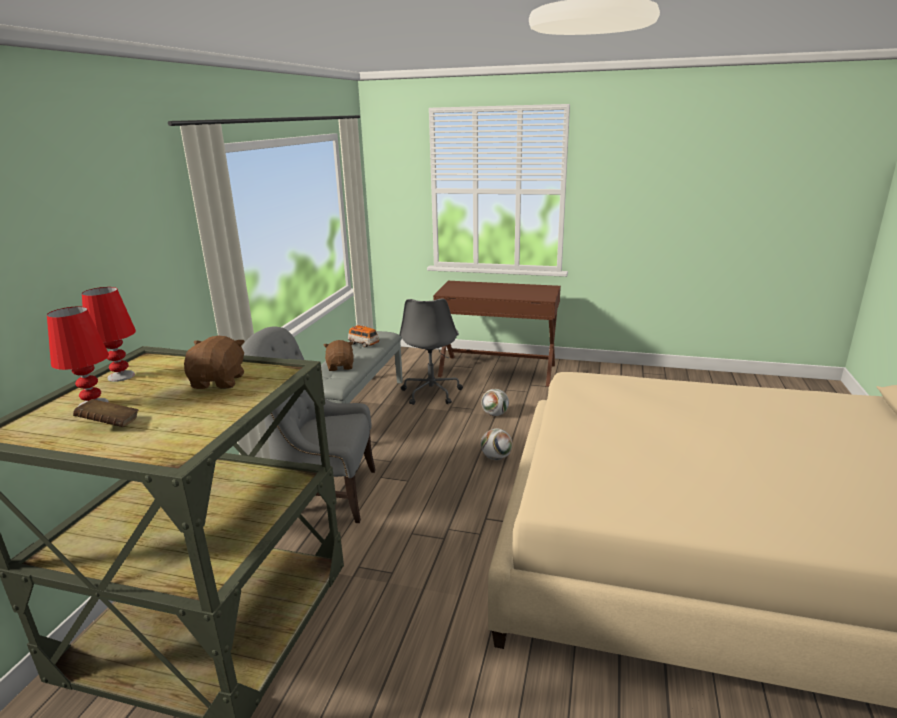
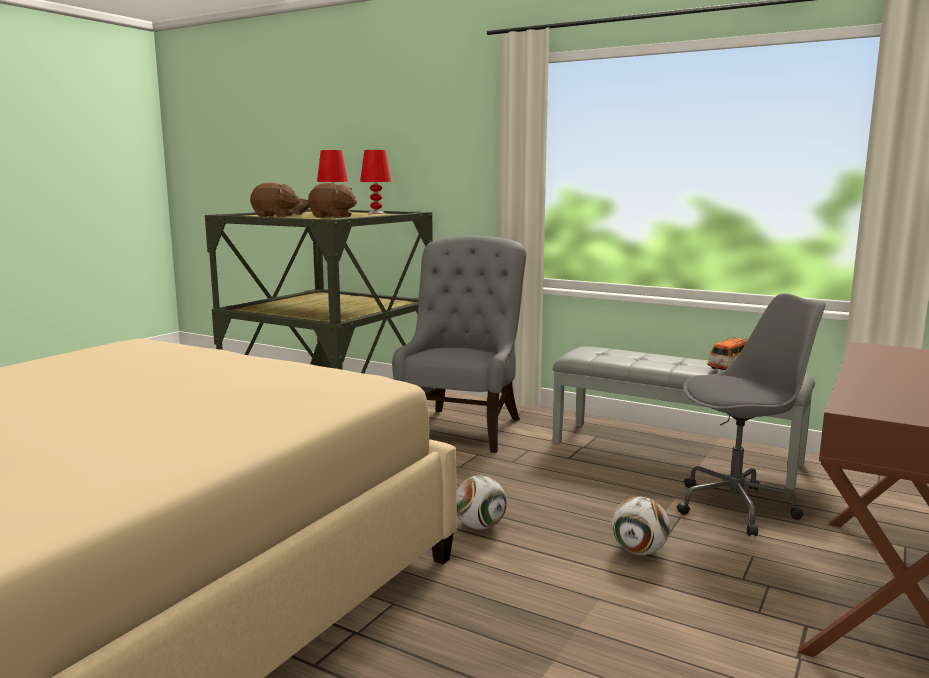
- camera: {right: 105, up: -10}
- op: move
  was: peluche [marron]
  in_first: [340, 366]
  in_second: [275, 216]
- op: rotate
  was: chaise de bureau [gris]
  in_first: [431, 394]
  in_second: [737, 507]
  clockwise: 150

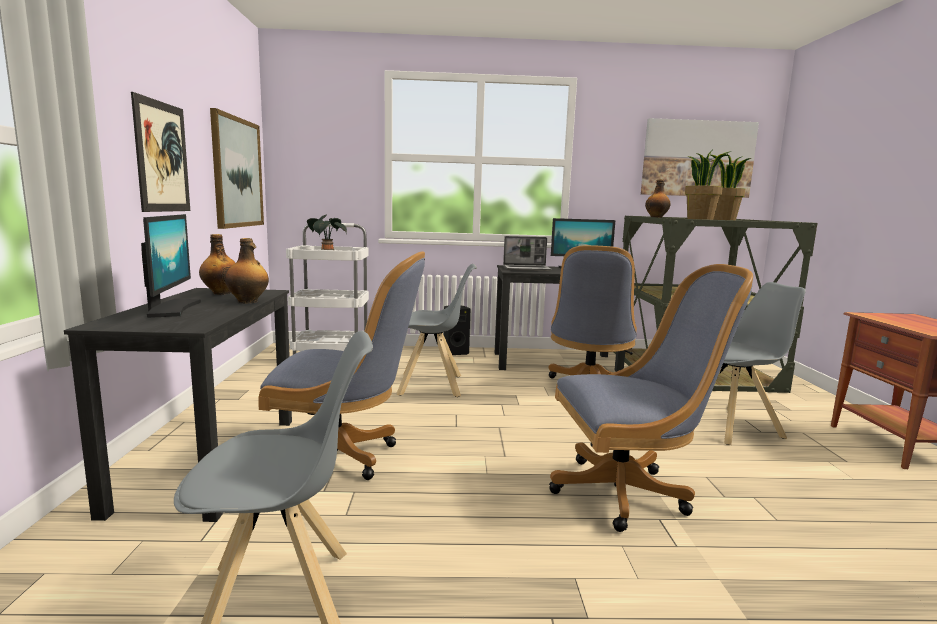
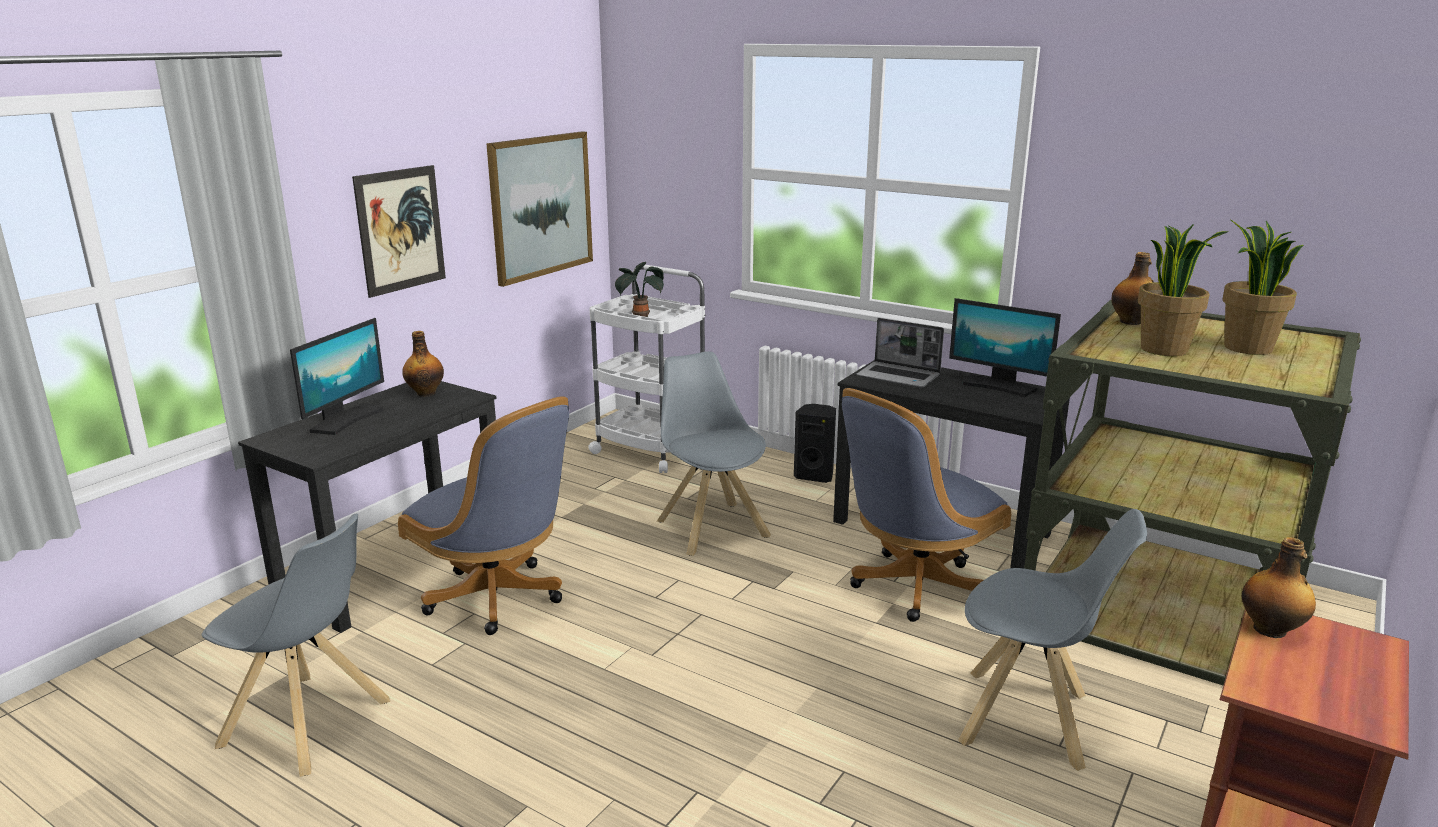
- camera: {right: 35, up: 10}
- op: delete
  was: chaise de bureau [bleu]
  in_first: [630, 492]
- op: delete
  was: tableau
  in_first: [697, 159]
- op: move
  was: bouteille
  in_first: [248, 301]
  in_second: [1271, 630]
- op: rotate
  was: chaise [gris]
  in_first: [433, 385]
  in_second: [711, 526]
  clockwise: -150

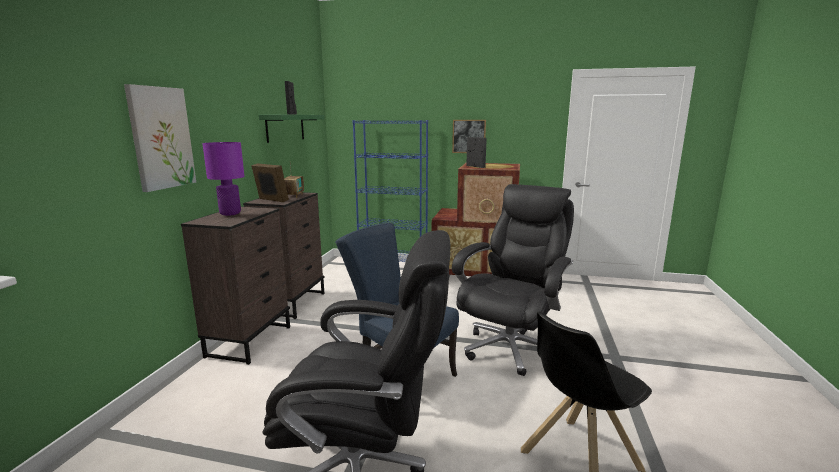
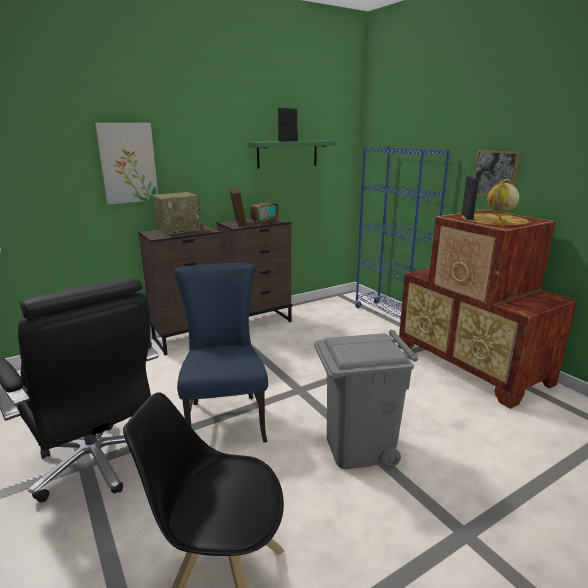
- camera: {right: 45, up: 5}
- op: insert
  now: globe
  in_second: [499, 223]
- op: replace
  was: lampe de table [violet]
  now: radio
  in_first: [230, 214]
  in_second: [179, 230]
- op: replace
  was: chaise de bureau [noir]
  now: poubelle [gris]
  in_first: [510, 347]
  in_second: [358, 448]

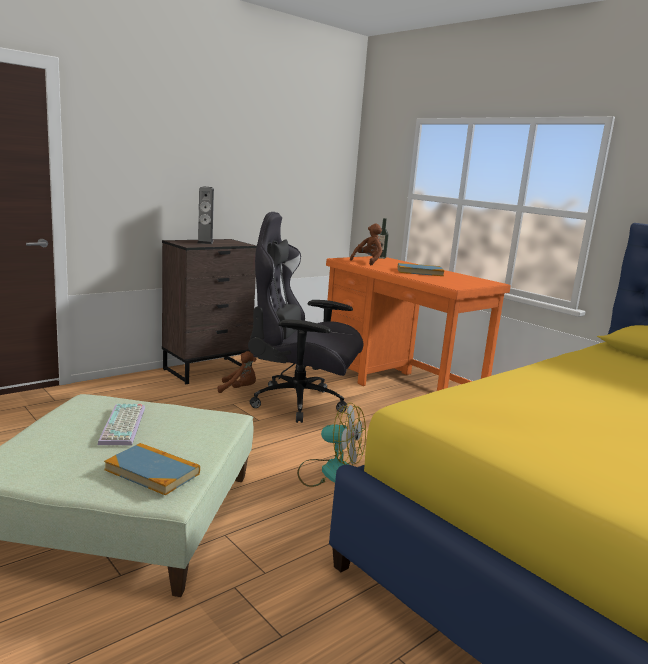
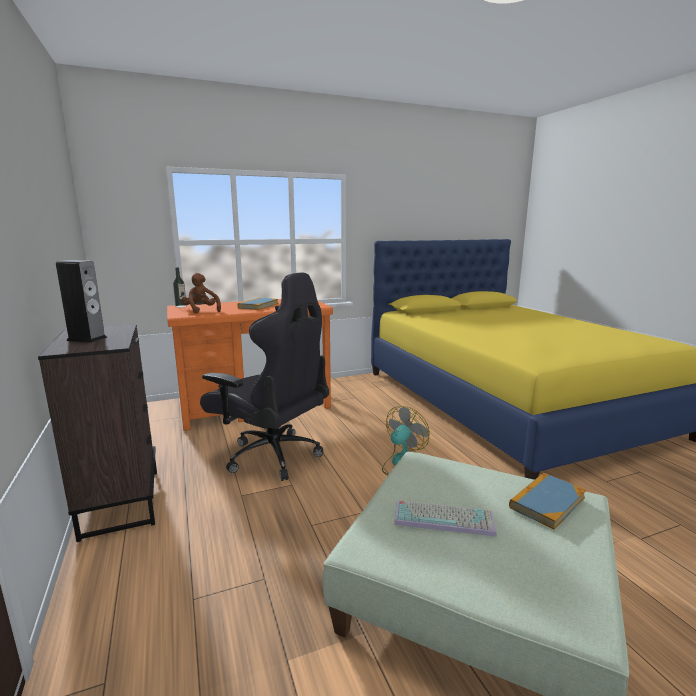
- camera: {right: -70, up: 0}
- op: delete
  was: peluche [marron]
  in_first: [239, 389]
- op: rotate
  was: chaise de bureau [noir]
  in_first: [304, 404]
  in_second: [269, 455]
  clockwise: -90

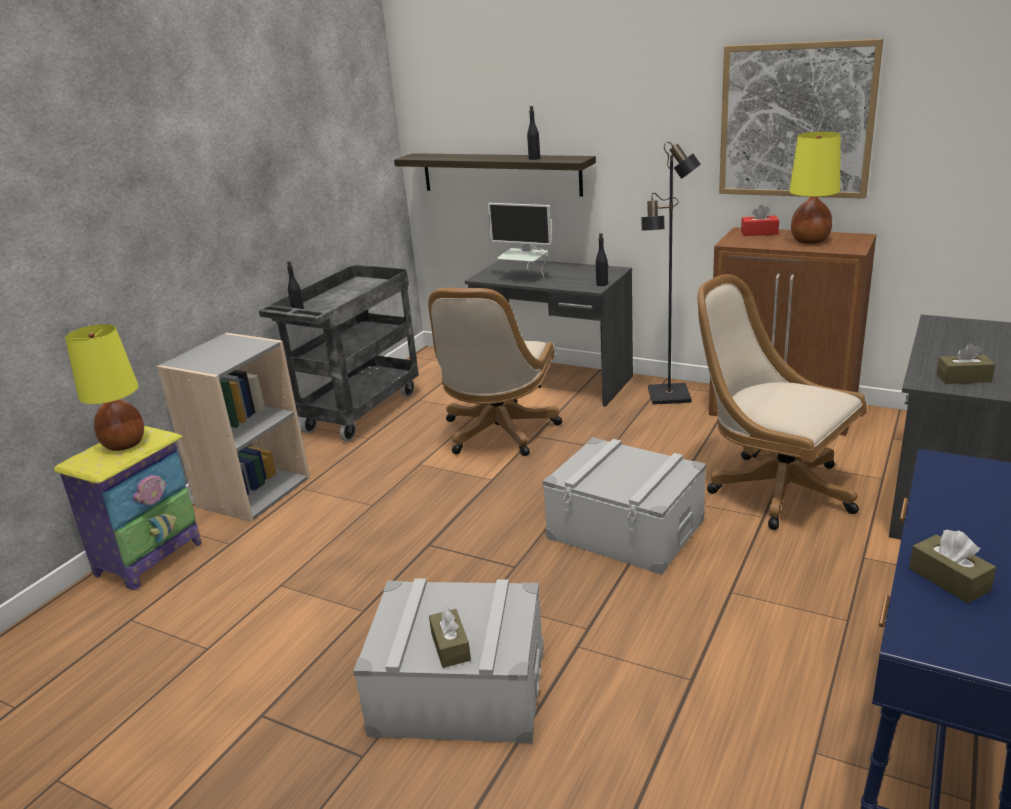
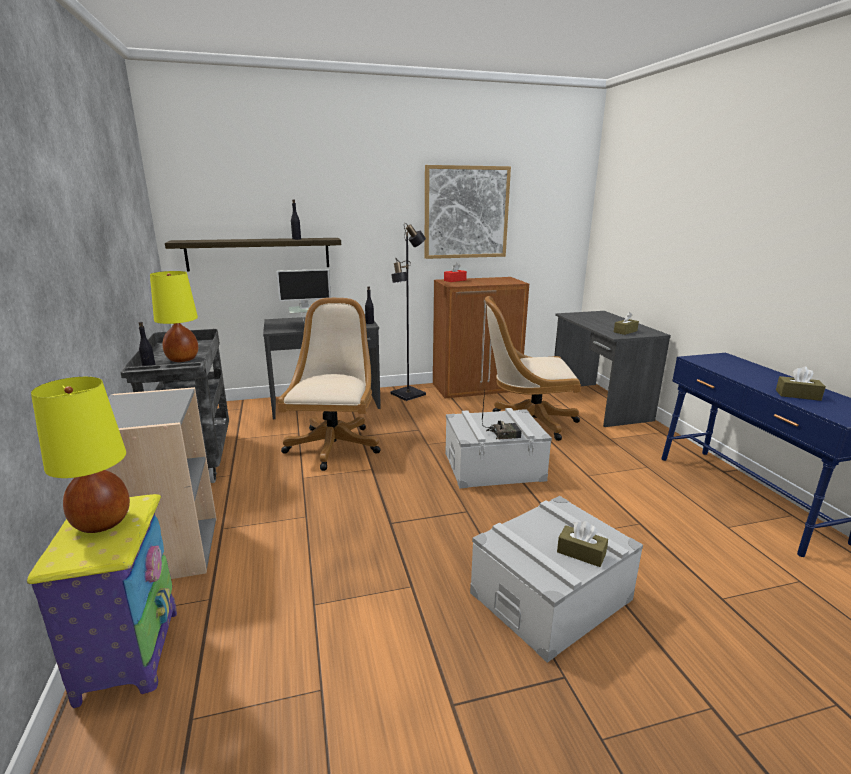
- camera: {right: -45, up: -5}
- op: insert
  now: radio
  in_second: [503, 434]
- op: move
  was: lampe de table [jaune]
  in_first: [809, 241]
  in_second: [182, 359]
- op: rotate
  was: chaise de bureau
  in_first: [498, 435]
  in_second: [334, 443]
  clockwise: -150

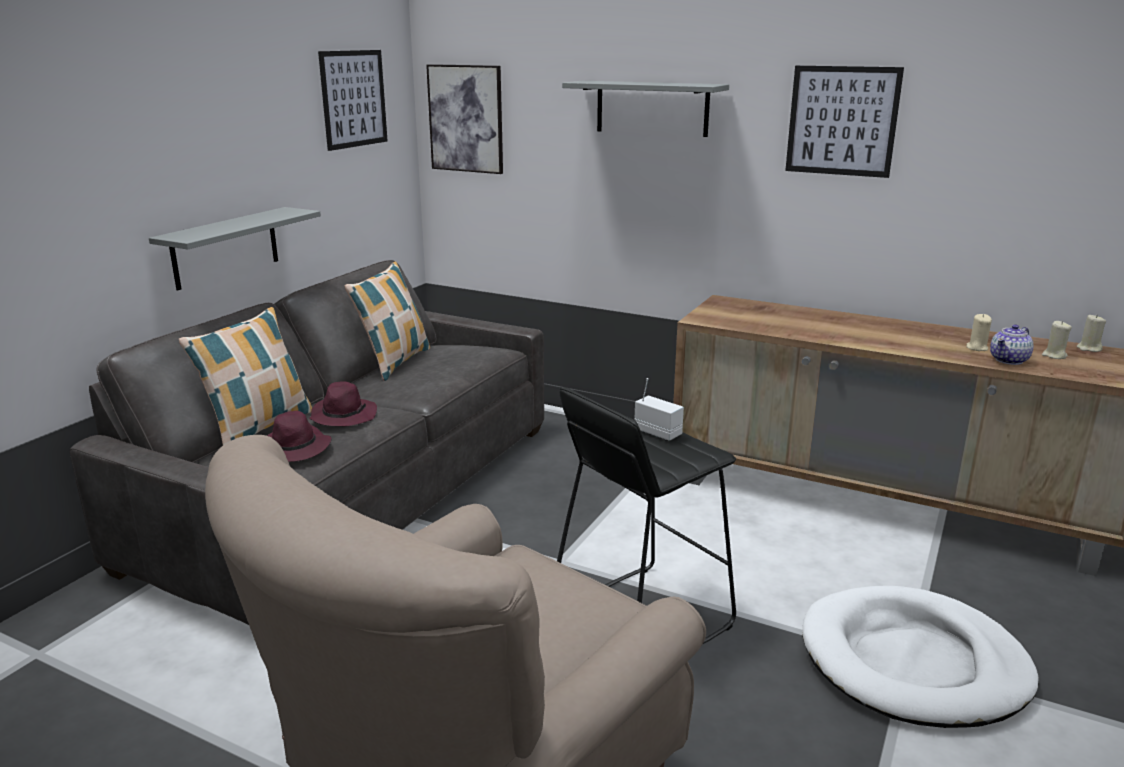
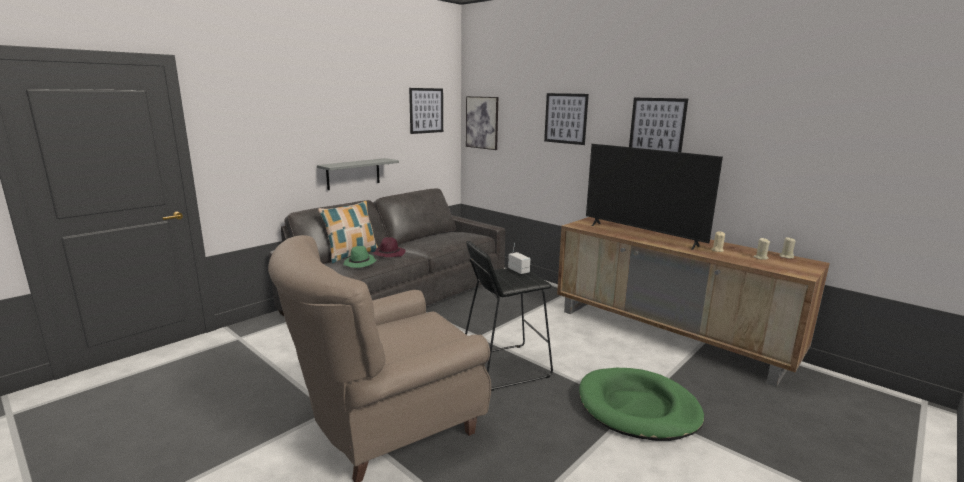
- camera: {right: 15, up: -5}
- op: delete
  was: coussin
  in_first: [394, 362]
- op: delete
  was: théière
  in_first: [1009, 360]
- op: insert
  now: téléviseur
  in_second: [642, 235]
- op: replace
  was: étagère [gris]
  now: tableau
  in_first: [652, 108]
  in_second: [565, 118]
- op: recolor
  was: chapeau [violet]
  now: chapeau [vert]
  in_first: [295, 449]
  in_second: [360, 263]
- op: recolor
  was: panier pour chien [blanc]
  now: panier pour chien [vert]
  in_first: [913, 663]
  in_second: [638, 408]

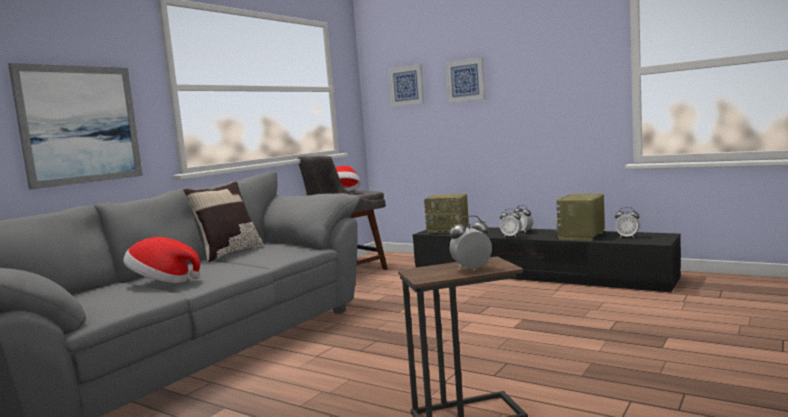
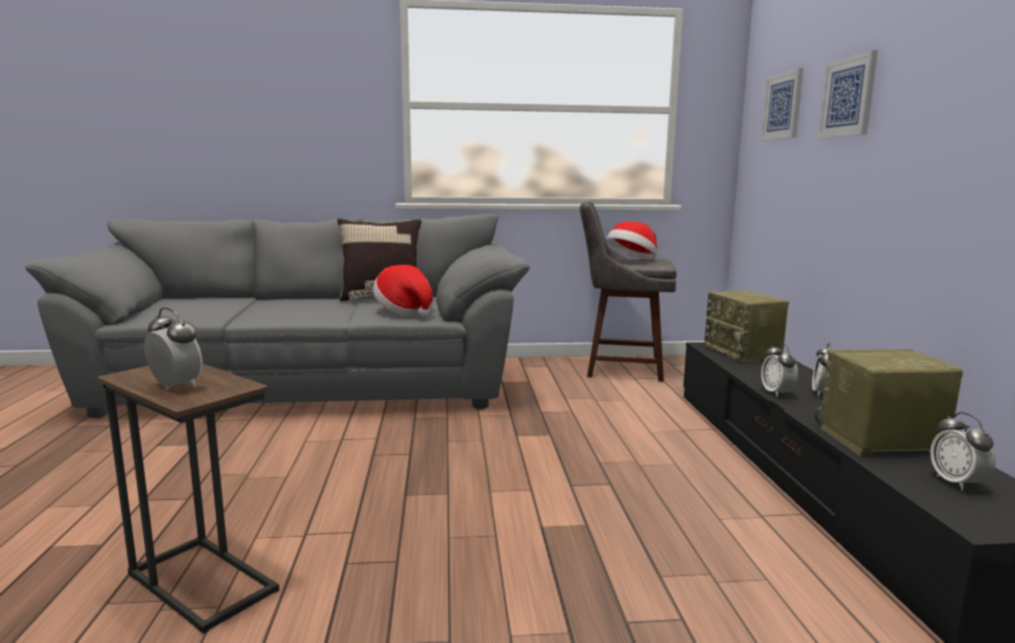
- camera: {right: 50, up: 5}
- op: delete
  was: tableau
  in_first: [80, 124]
- op: move
  was: chapeau
  in_first: [162, 282]
  in_second: [404, 312]

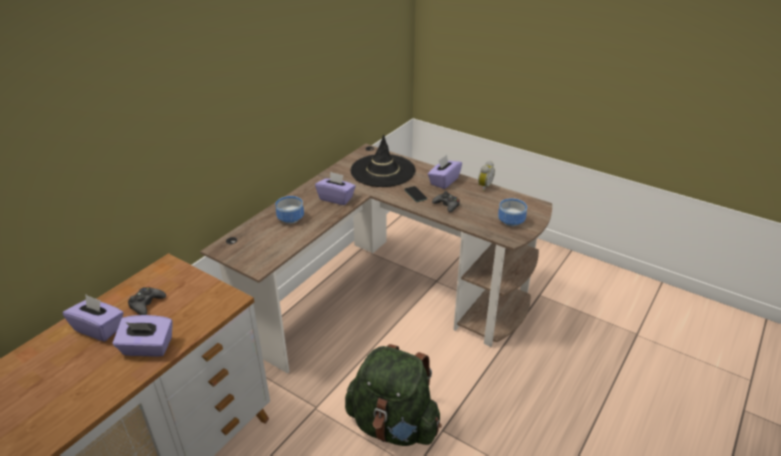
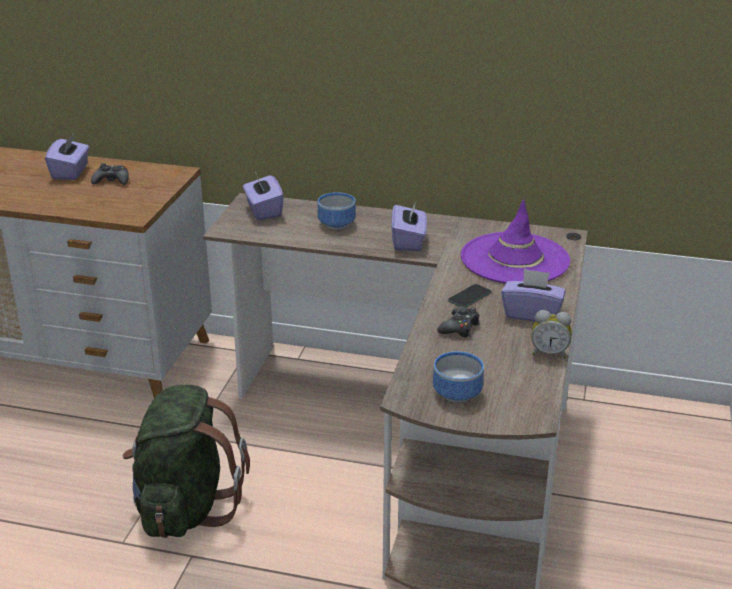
- camera: {right: 70, up: -5}
- op: move
  was: boîte à mouchoirs [violet]
  in_first: [147, 348]
  in_second: [263, 211]
- op: recolor
  was: chapeau [noir]
  now: chapeau [violet]
  in_first: [382, 171]
  in_second: [514, 259]

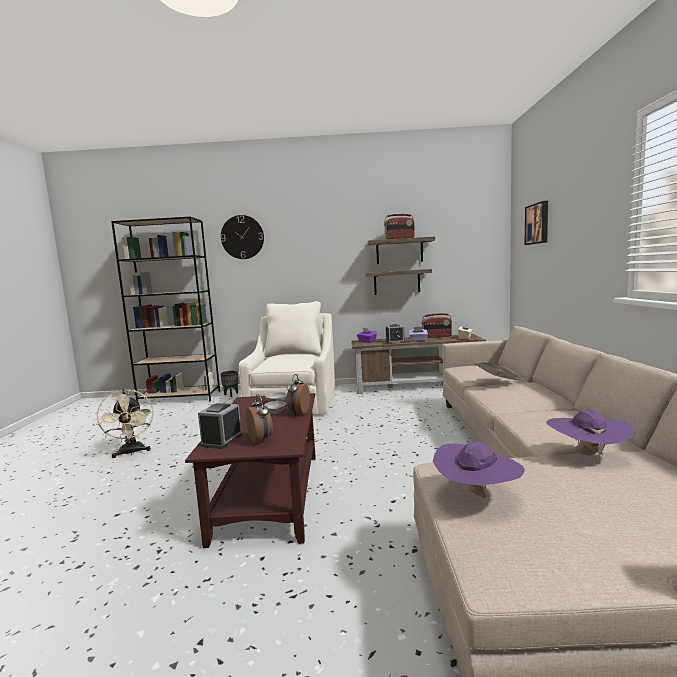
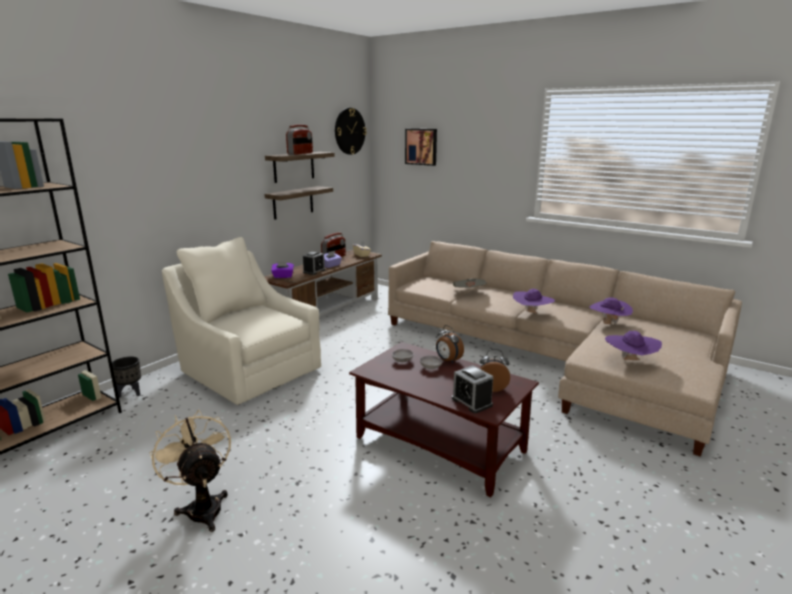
- camera: {right: -55, up: 10}
- op: insert
  now: chapeau [violet]
  in_second: [531, 313]
- op: move
  was: horloge murale
  in_first: [242, 237]
  in_second: [349, 131]
- op: rotate
  was: ventilateur [beige]
  in_first: [131, 452]
  in_second: [202, 506]
  clockwise: -135

